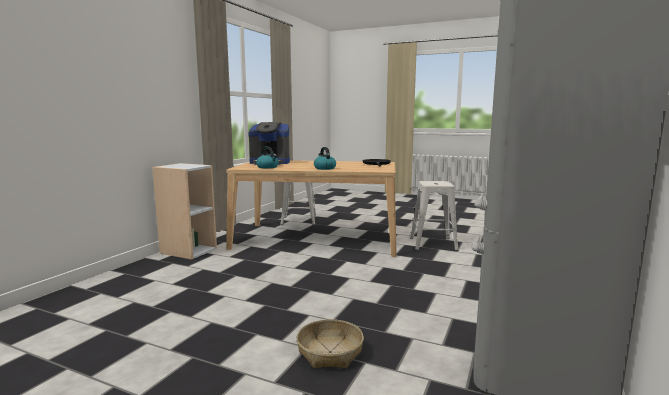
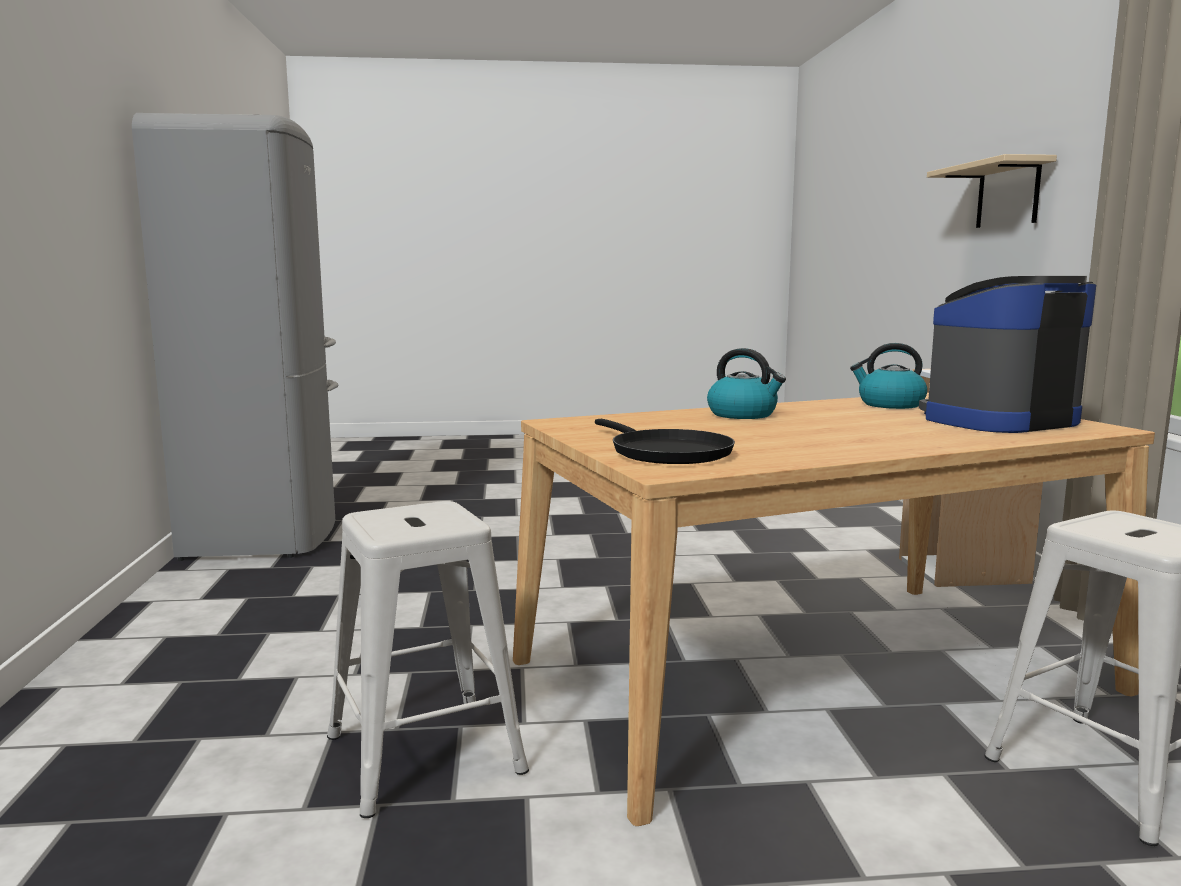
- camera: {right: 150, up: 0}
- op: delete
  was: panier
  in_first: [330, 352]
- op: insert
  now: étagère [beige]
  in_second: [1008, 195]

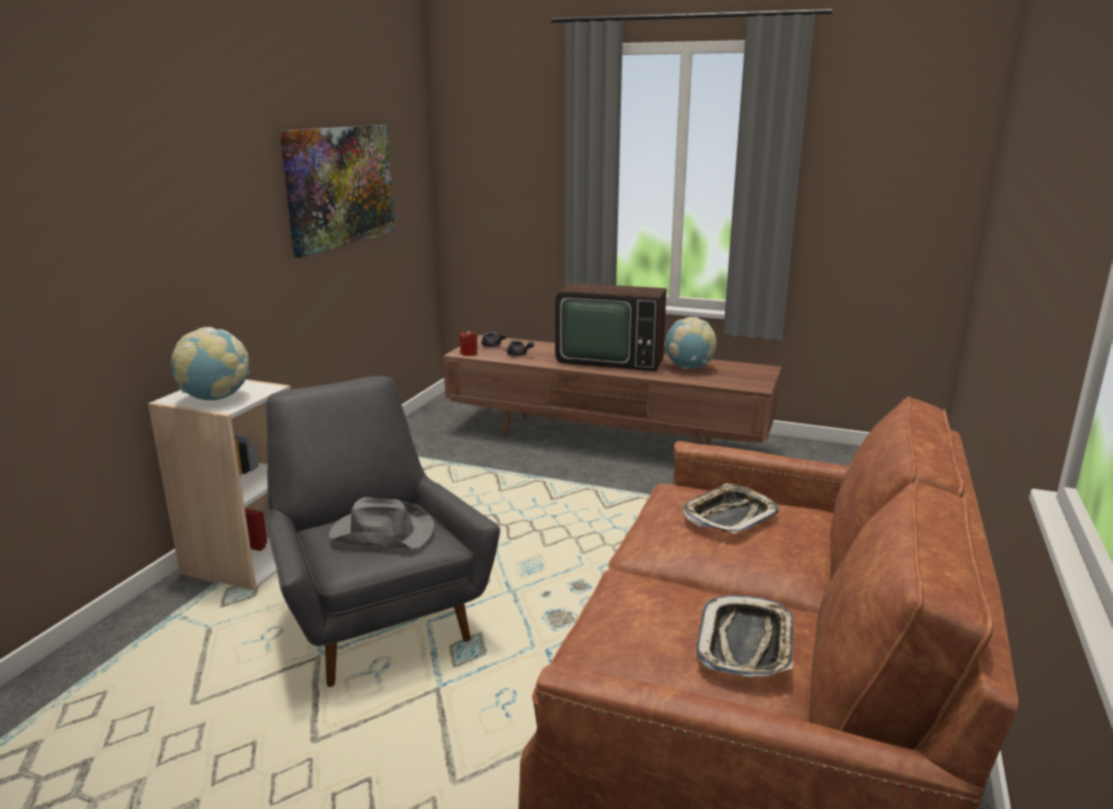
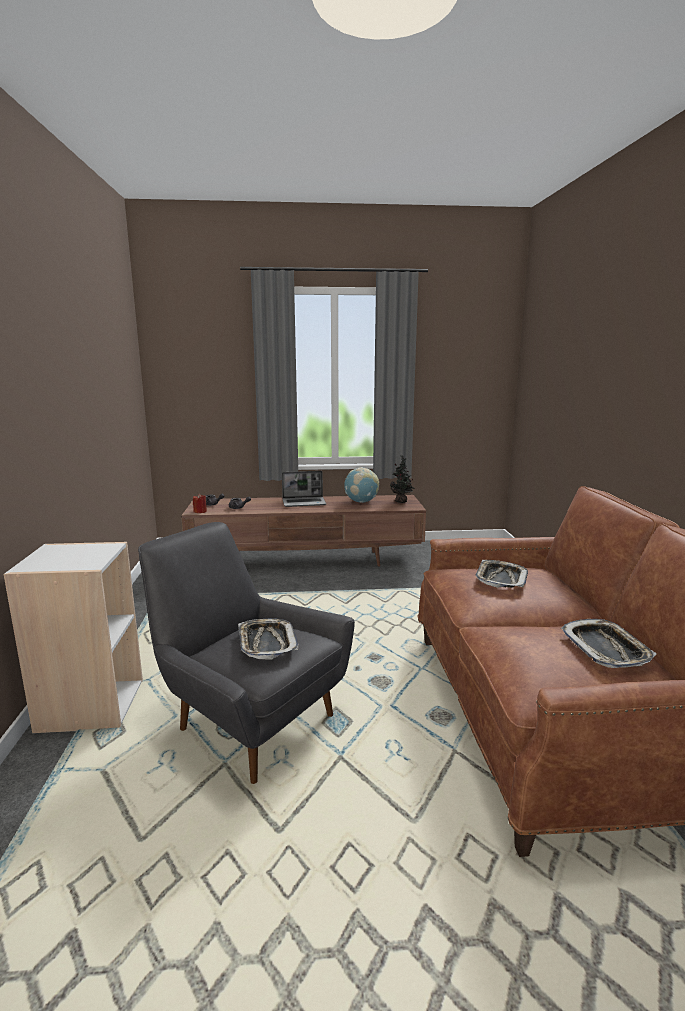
- camera: {right: -25, up: -5}
- op: delete
  was: globe
  in_first: [215, 398]
- op: delete
  was: tableau
  in_first: [340, 186]
- op: insert
  now: plante en pot
  in_second: [402, 502]
- op: replace
  was: chapeau [gris]
  now: plateau
  in_first: [381, 533]
  in_second: [266, 643]
- op: replace
  was: téléviseur
  now: ordinateur portable
  in_first: [609, 358]
  in_second: [304, 503]

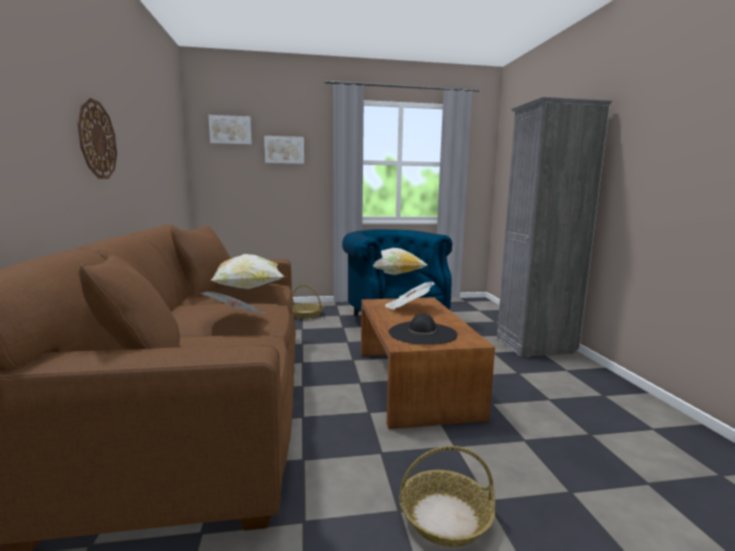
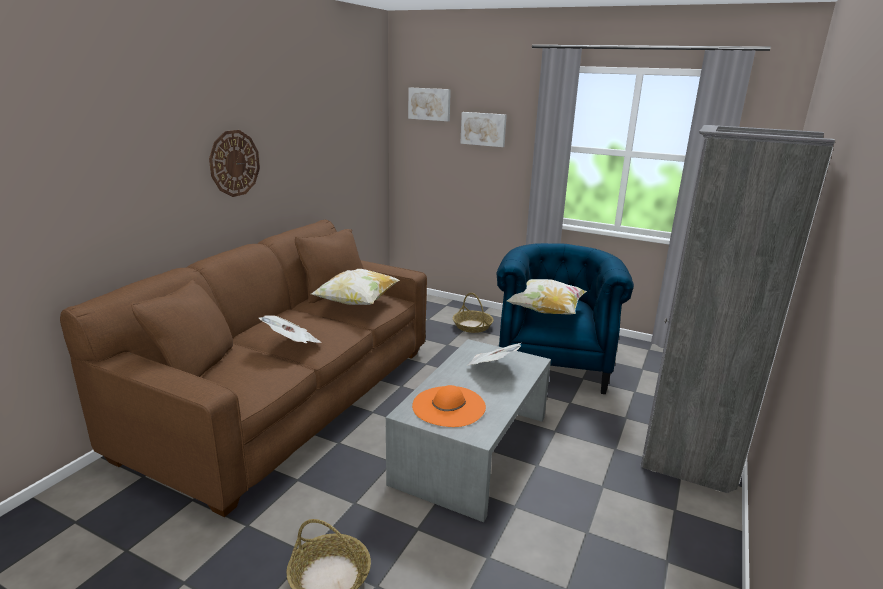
- camera: {right: 35, up: 10}
- op: recolor
  was: table basse [marron]
  now: table basse [gris]
  in_first: [413, 381]
  in_second: [471, 448]
- op: recolor
  was: chapeau [noir]
  now: chapeau [orange]
  in_first: [422, 333]
  in_second: [449, 406]

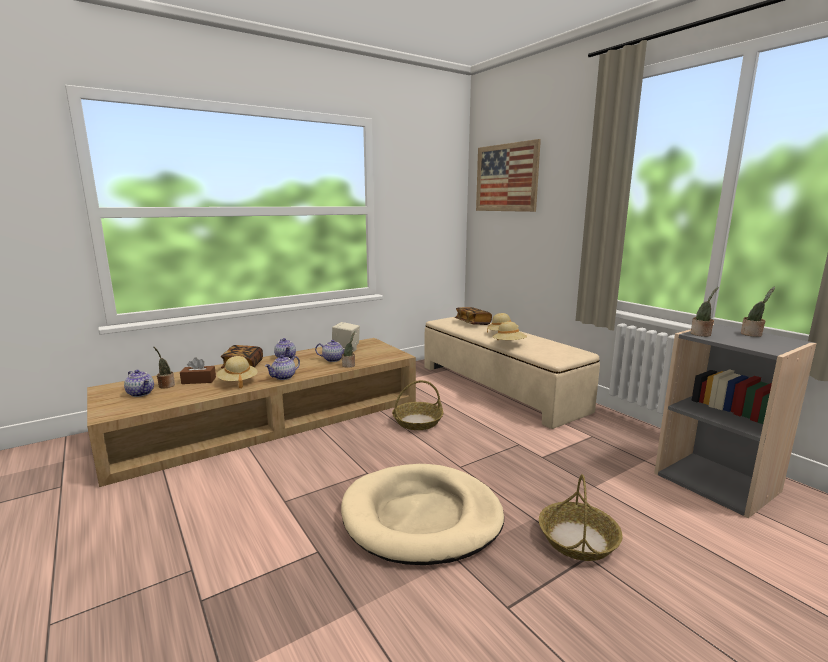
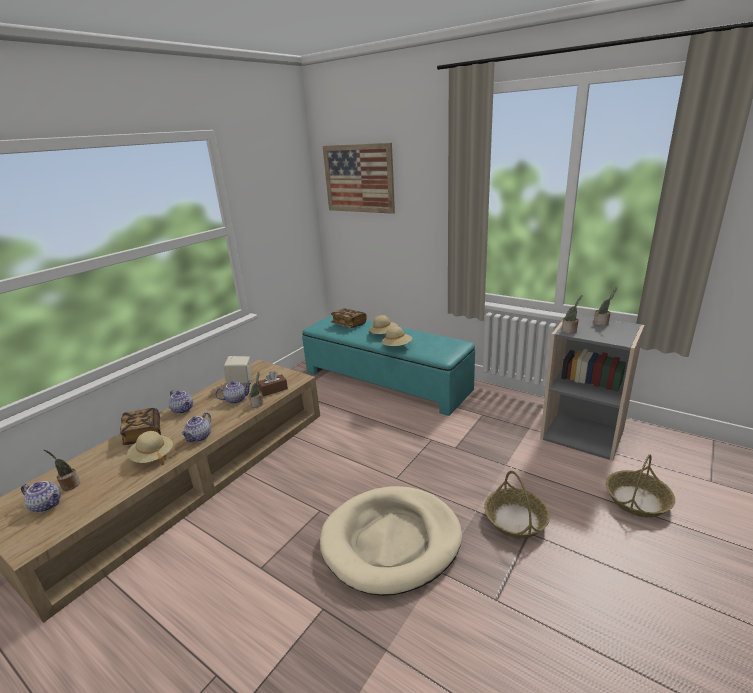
- camera: {right: -20, up: 10}
- op: move
  was: boîte à mouchoirs [marron]
  in_first: [199, 380]
  in_second: [273, 390]
- op: move
  was: panier
  in_first: [417, 422]
  in_second: [637, 500]
- op: recolor
  was: banc [beige]
  now: banc [turquoise]
  in_first: [500, 387]
  in_second: [387, 380]

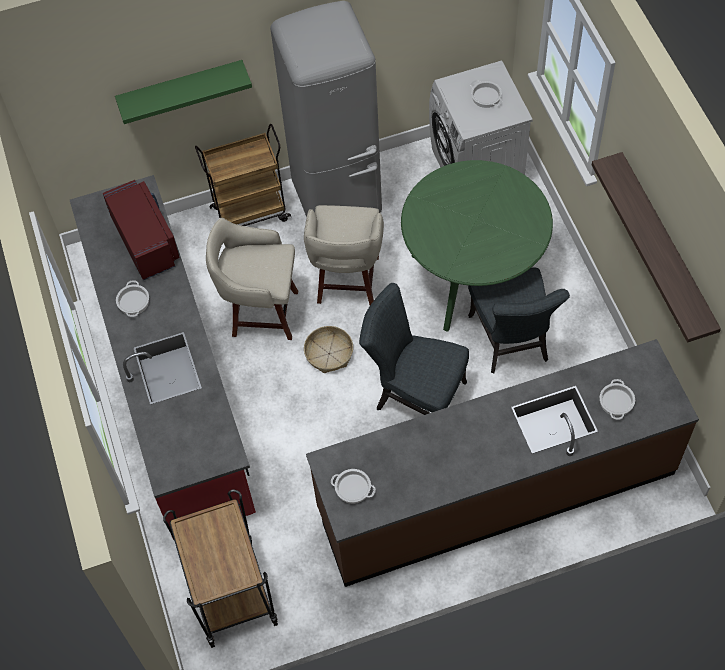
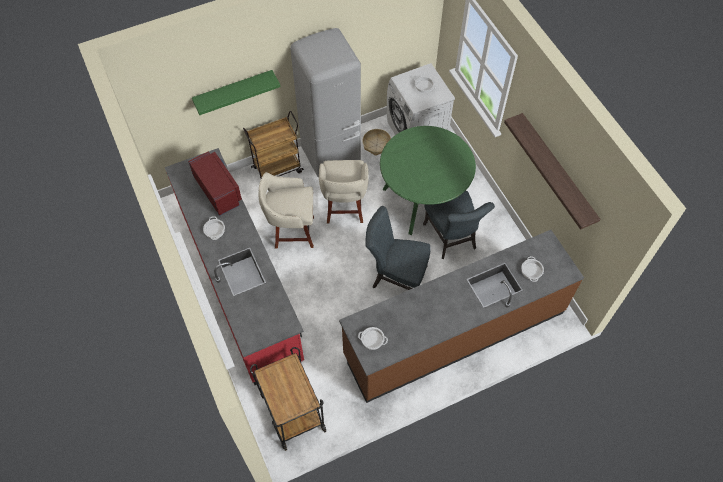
- camera: {right: -10, up: 0}
- op: move
  was: panier
  in_first: [329, 354]
  in_second: [376, 145]

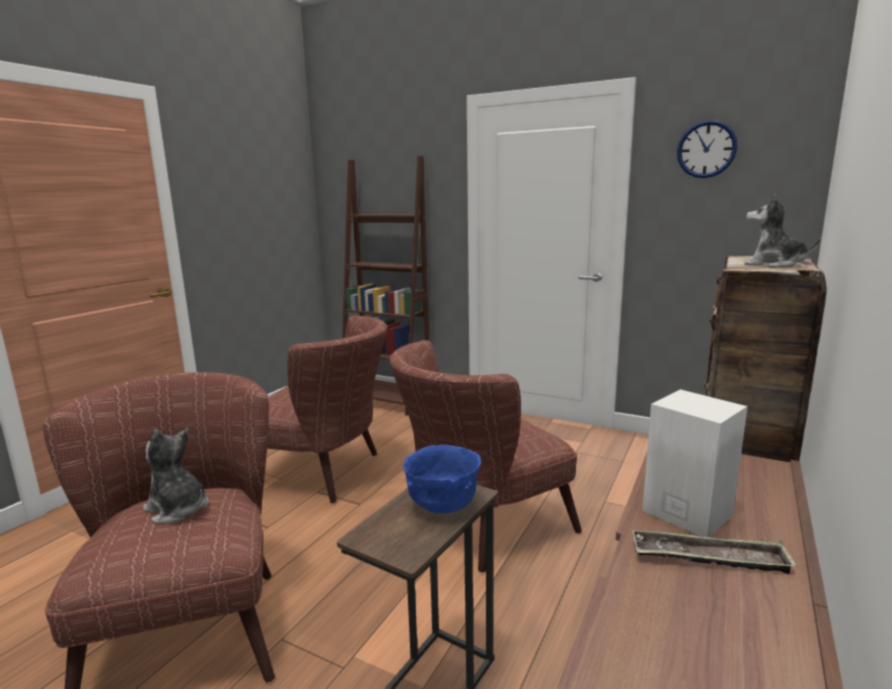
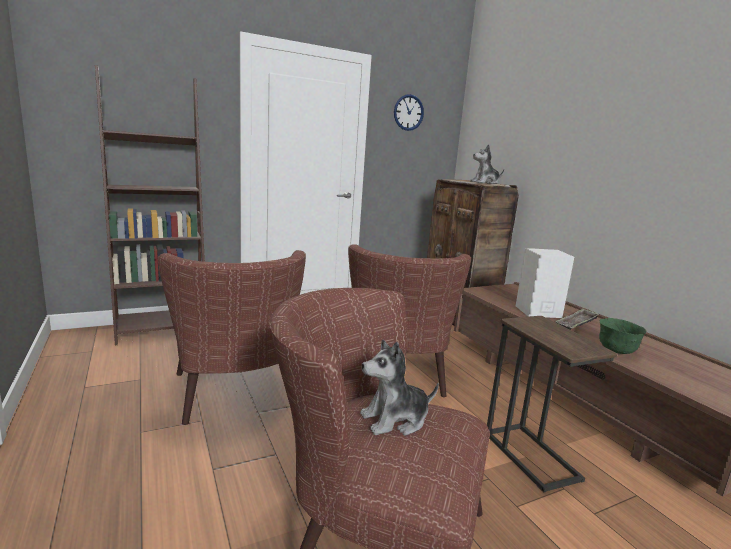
- camera: {right: -55, up: 0}
- op: delete
  was: bol [bleu]
  in_first: [443, 506]
- op: insert
  now: bol [vert]
  in_second: [616, 351]
- op: rotate
  was: fauteuil [marron]
  in_first: [326, 474]
  in_second: [236, 398]
  clockwise: 105

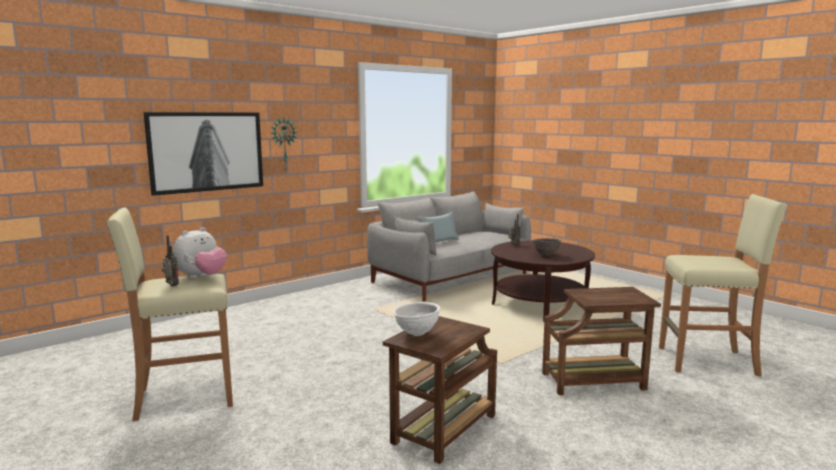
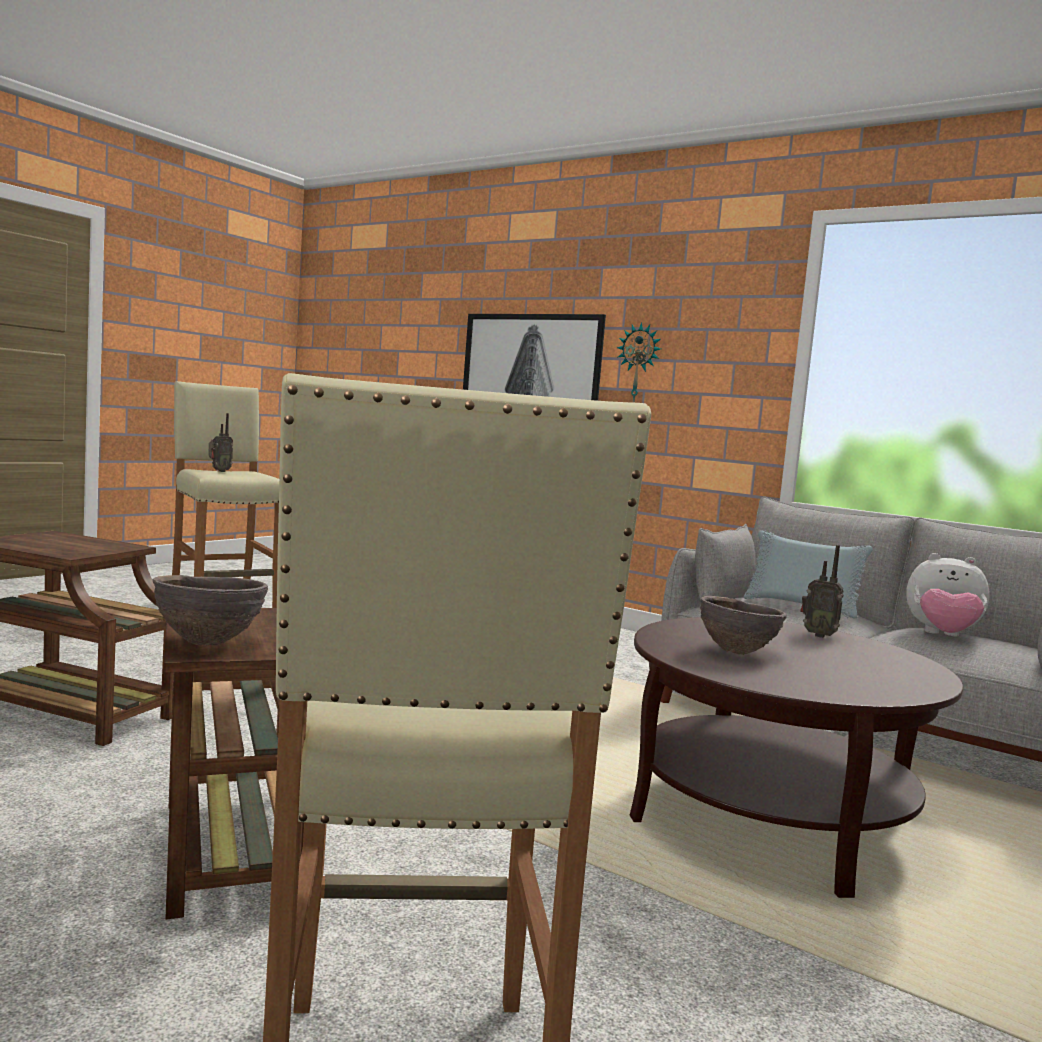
- camera: {right: 75, up: -5}
- op: delete
  was: bol [blanc]
  in_first: [416, 334]
- op: insert
  now: bol [marron]
  in_second: [208, 643]
- op: move
  was: peluche
  in_first: [201, 277]
  in_second: [942, 636]

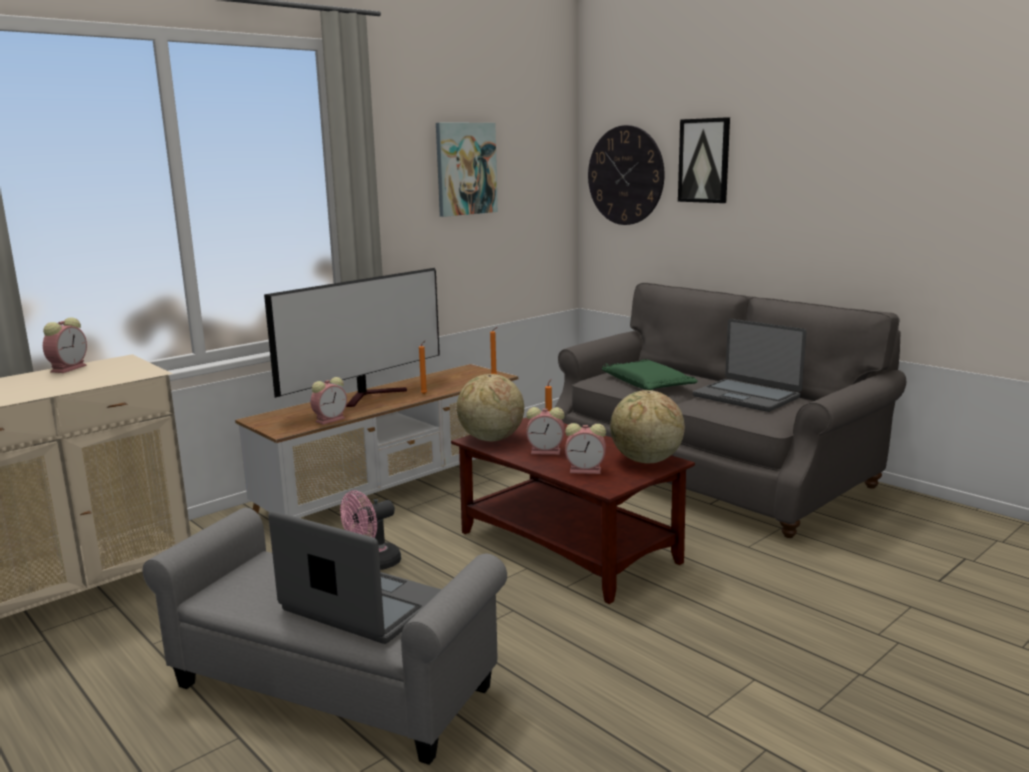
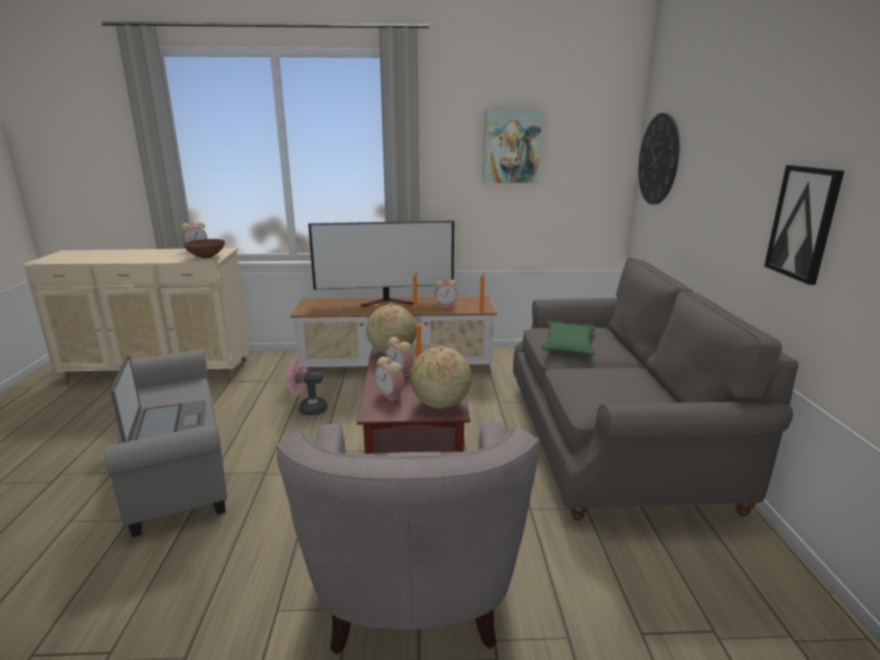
- camera: {right: 40, up: 5}
- op: delete
  was: ordinateur portable
  in_first: [747, 396]
- op: insert
  now: bol [marron]
  in_second: [206, 257]
- op: insert
  now: fauteuil [gris]
  in_second: [413, 597]
- op: move
  was: réveil
  in_first: [331, 419]
  in_second: [446, 305]
- op: move
  was: tableau
  in_first: [704, 160]
  in_second: [803, 223]

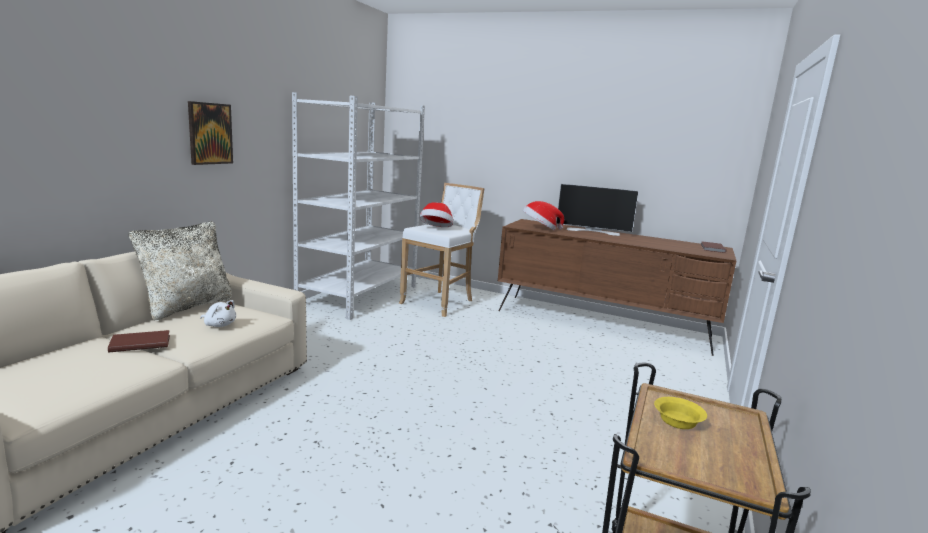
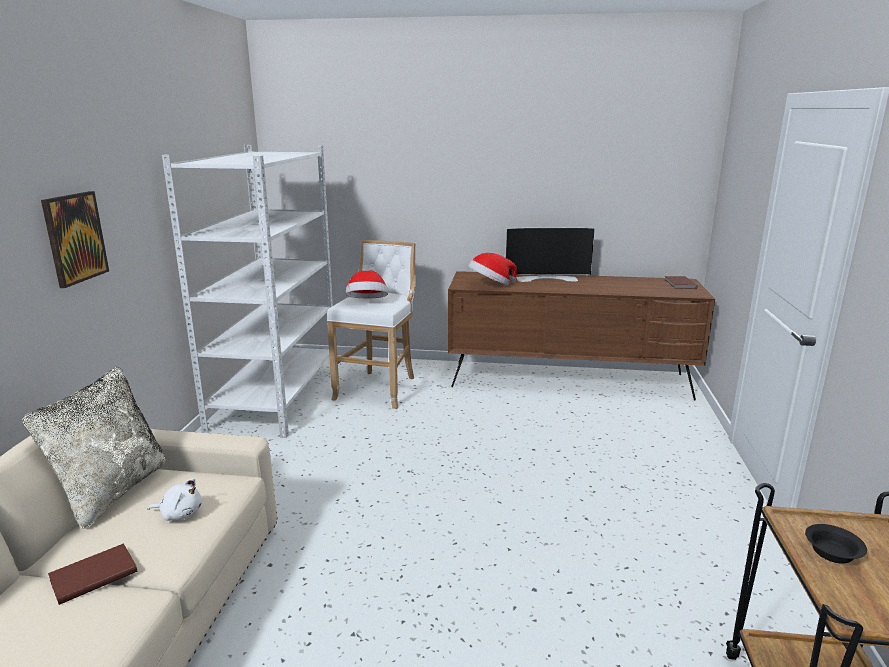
- camera: {right: -15, up: 5}
- op: recolor
  was: bol [jaune]
  now: bol [noir]
  in_first: [677, 422]
  in_second: [832, 554]

